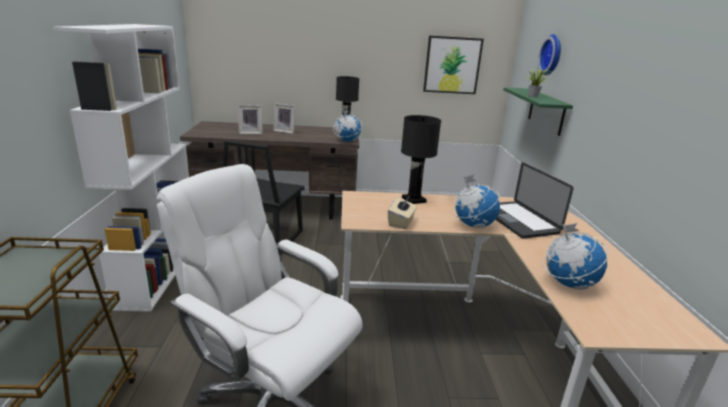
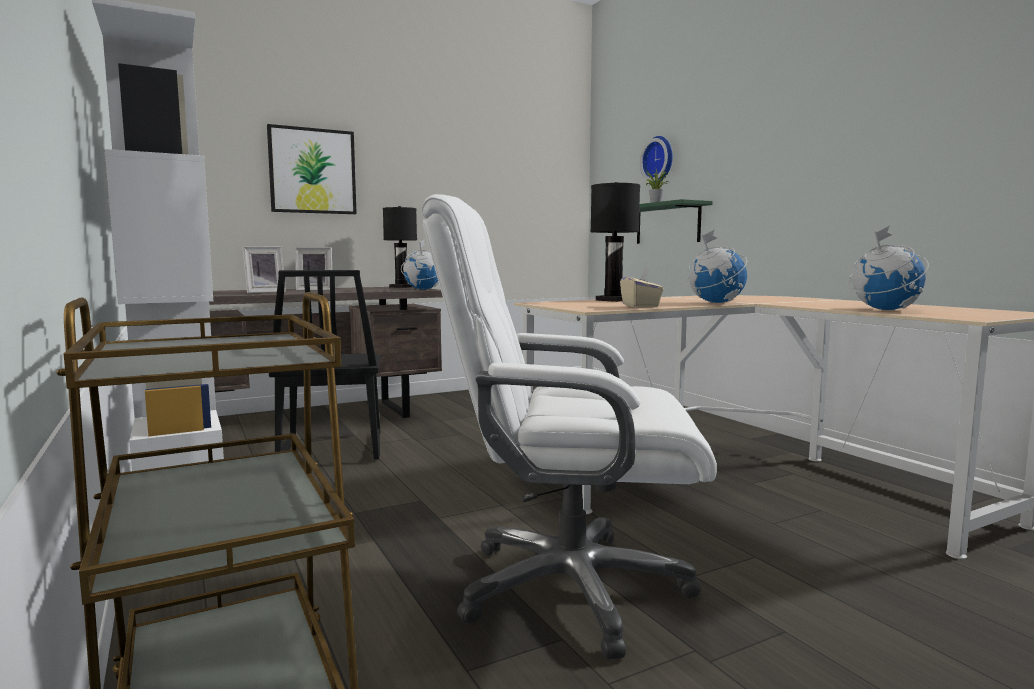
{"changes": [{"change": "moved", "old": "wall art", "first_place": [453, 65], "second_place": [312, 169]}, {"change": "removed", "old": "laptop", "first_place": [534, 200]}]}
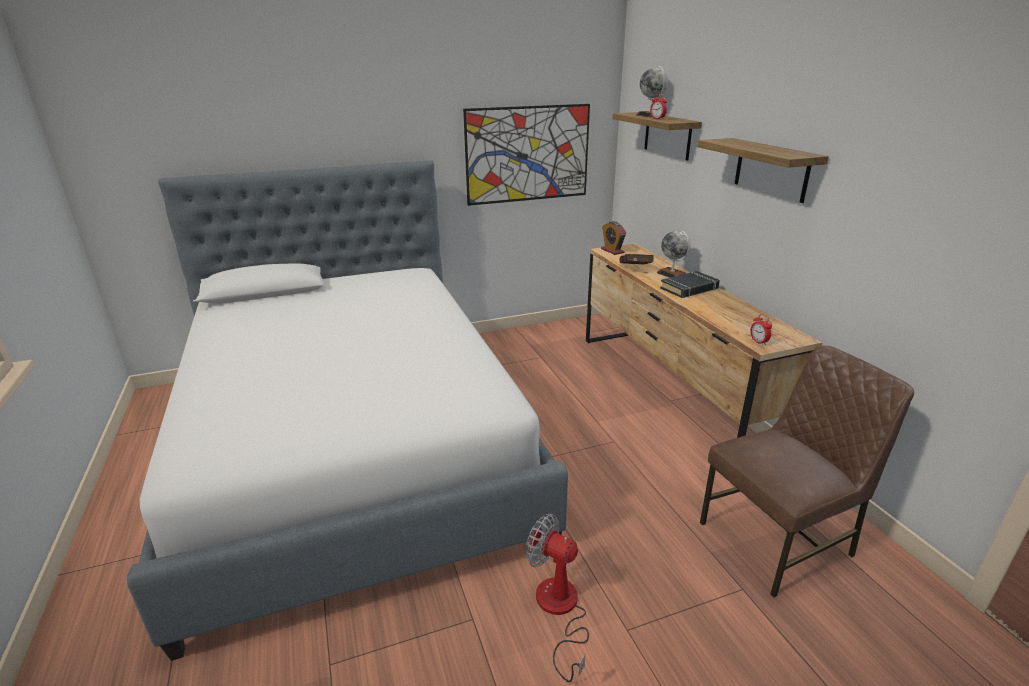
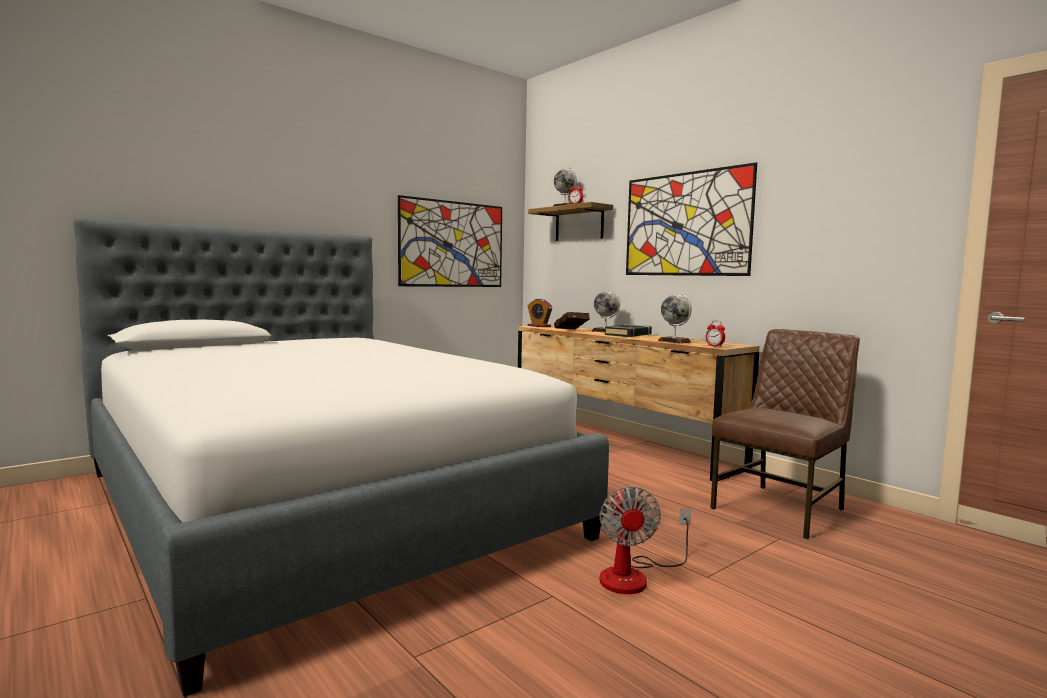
{"changes": [{"change": "replaced", "old": "wall shelf", "new": "wall art", "first_place": [763, 170], "second_place": [691, 219]}, {"change": "turned", "old": "cooling fan", "first_place": [557, 598], "second_place": [645, 540], "degrees": -105}, {"change": "added", "new": "globe", "second_place": [675, 318]}]}
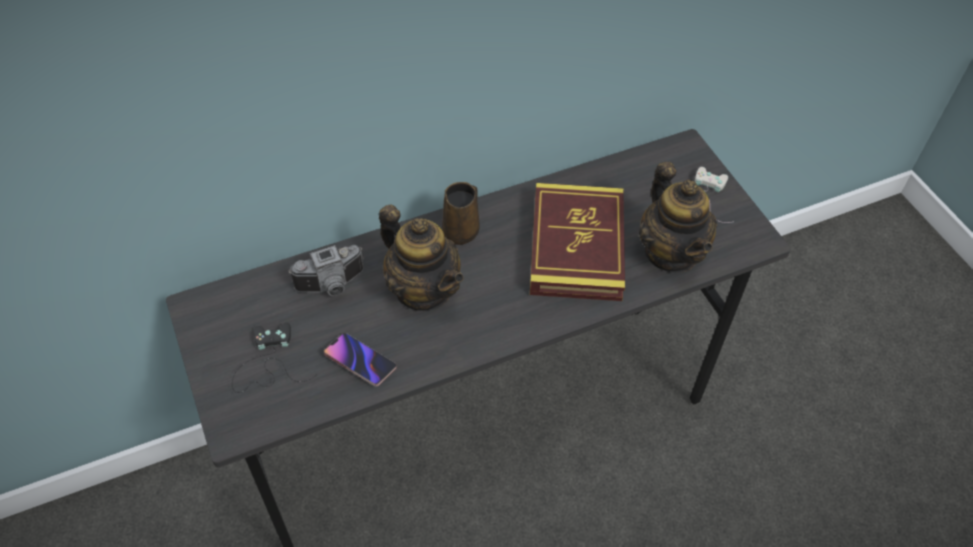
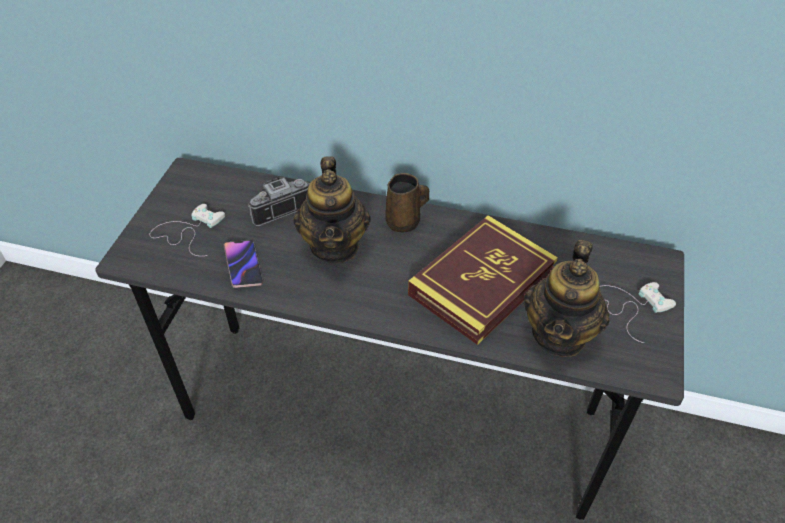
{"changes": [{"change": "turned", "old": "still camera", "first_place": [326, 270], "second_place": [279, 201], "degrees": 135}, {"change": "recoloured", "old": "black gamepad", "new": "white gamepad", "first_place": [274, 358], "second_place": [187, 230]}]}
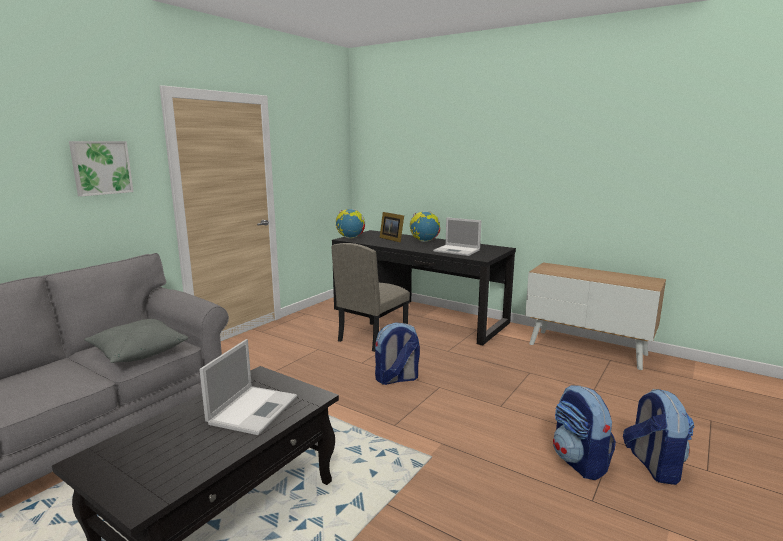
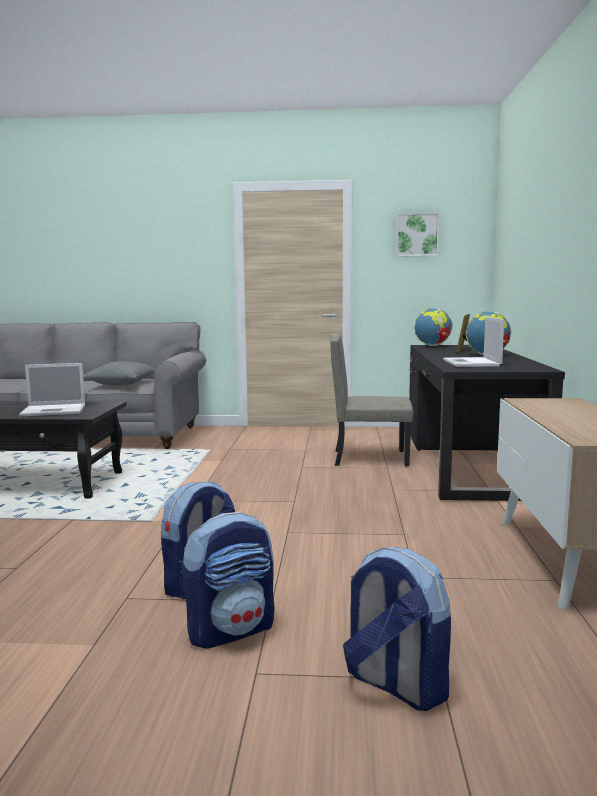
{"changes": [{"change": "moved", "old": "wall art", "first_place": [101, 168], "second_place": [417, 235]}, {"change": "moved", "old": "backpack", "first_place": [397, 353], "second_place": [397, 629]}]}
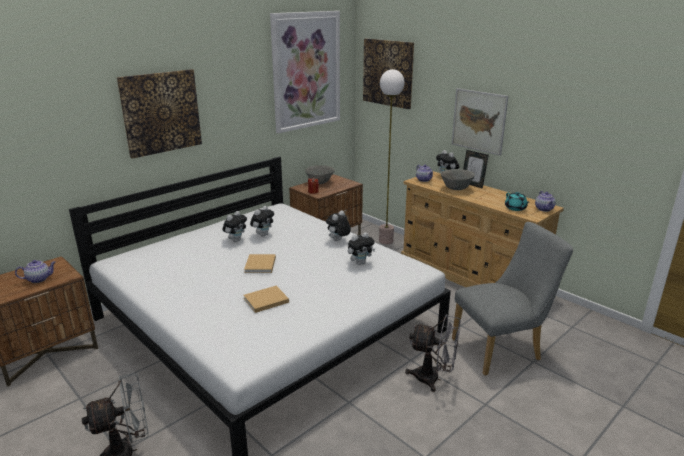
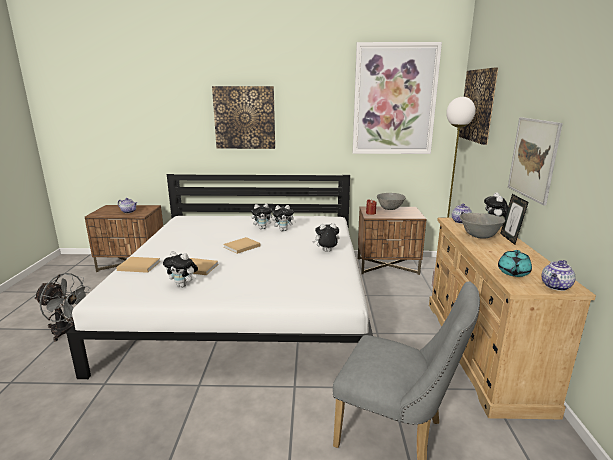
{"changes": [{"change": "moved", "old": "cuddly toy", "first_place": [361, 248], "second_place": [180, 269]}, {"change": "removed", "old": "grey cooling fan", "first_place": [433, 353]}, {"change": "added", "new": "beige bound book", "second_place": [138, 265]}]}
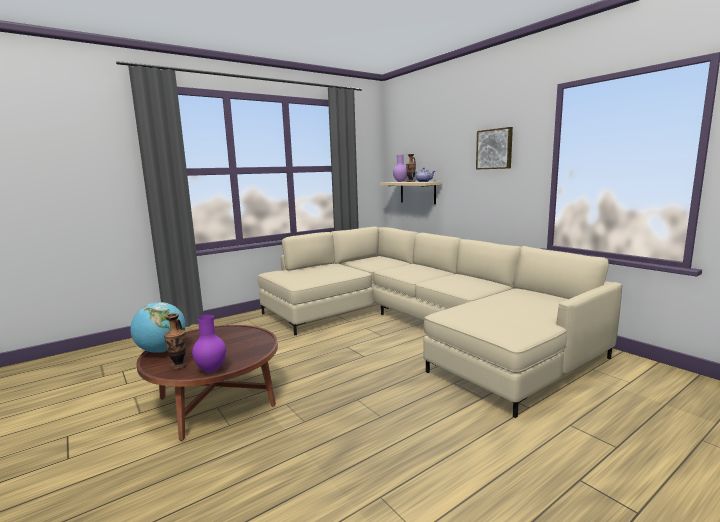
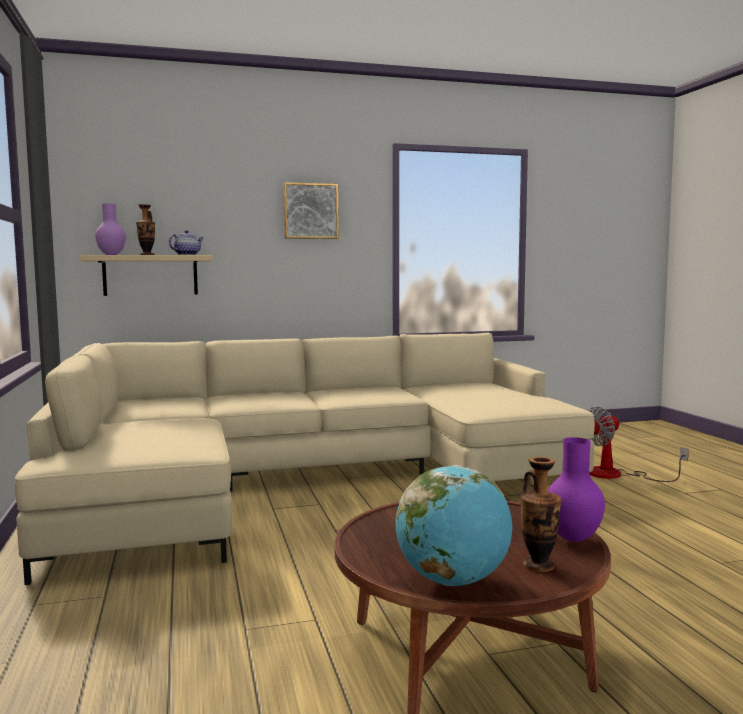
{"changes": [{"change": "added", "new": "cooling fan", "second_place": [638, 444]}]}
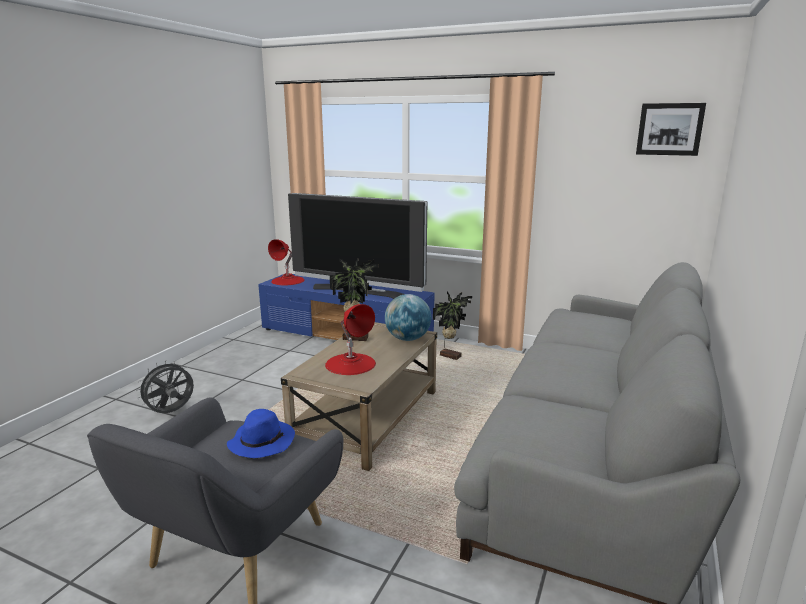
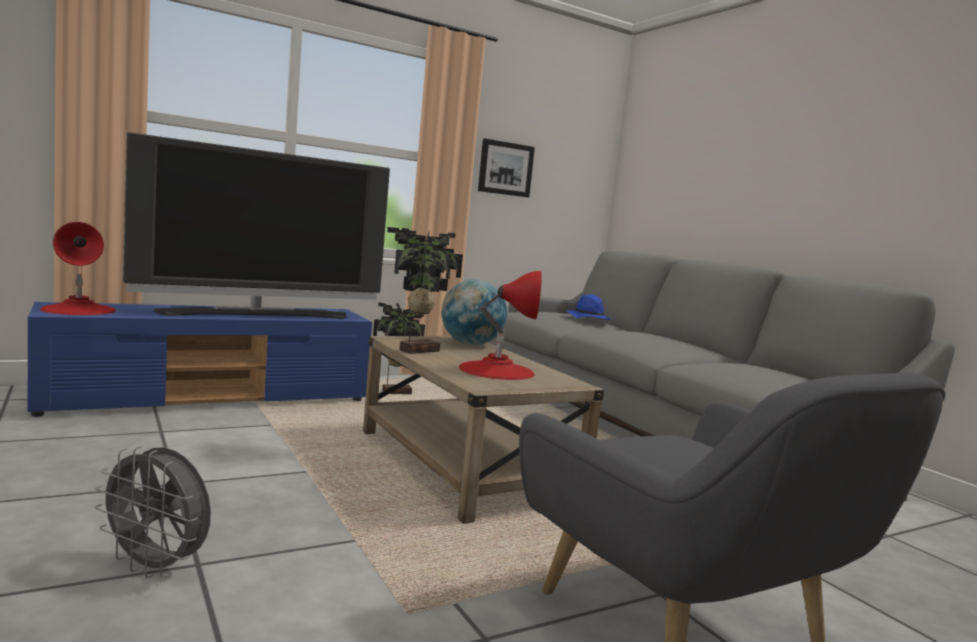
{"changes": [{"change": "moved", "old": "wall art", "first_place": [671, 129], "second_place": [506, 167]}, {"change": "turned", "old": "grey cooling fan", "first_place": [165, 386], "second_place": [153, 512], "degrees": -60}, {"change": "moved", "old": "blue hat", "first_place": [261, 433], "second_place": [590, 307]}]}
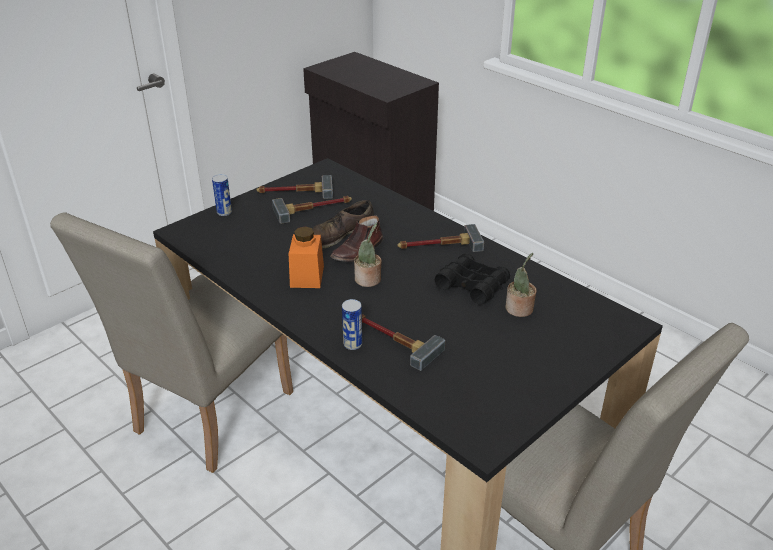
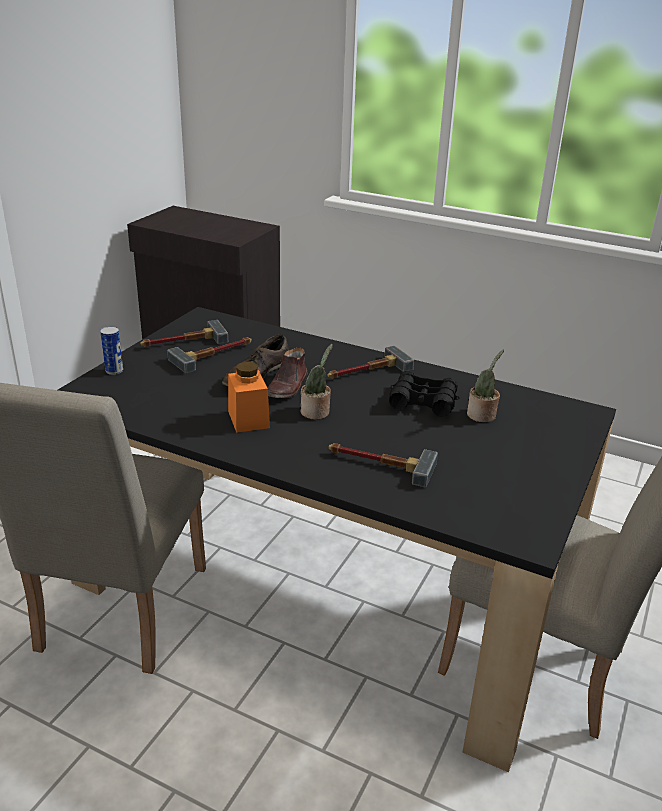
{"changes": [{"change": "removed", "old": "sealed can", "first_place": [352, 324]}]}
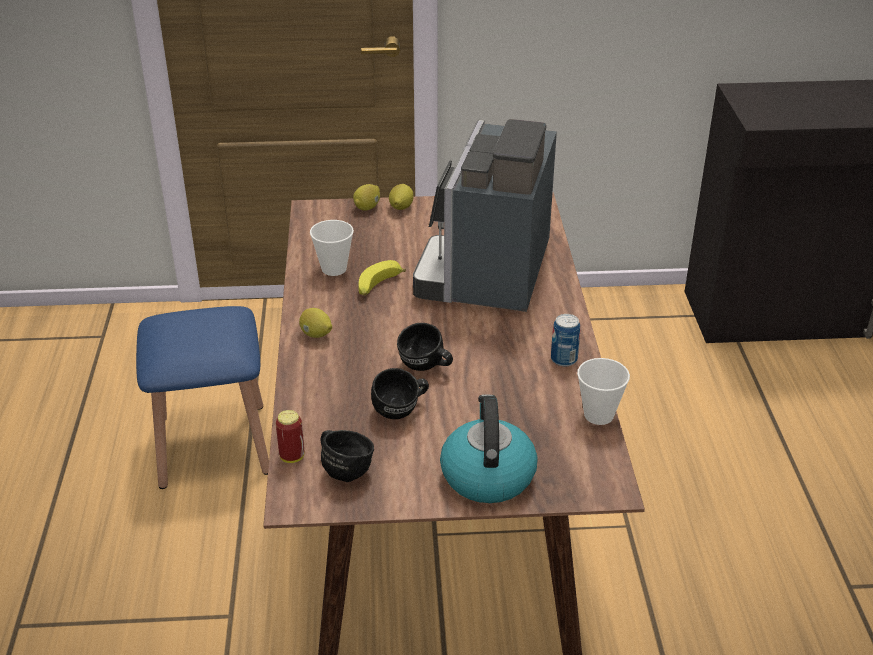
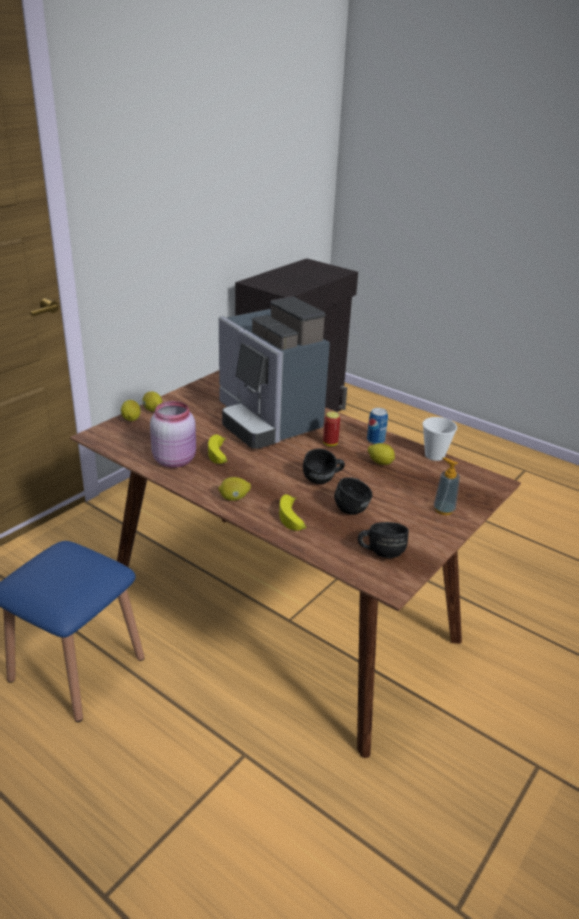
{"changes": [{"change": "replaced", "old": "small cup", "new": "pink-coloured preserve jar", "first_place": [332, 248], "second_place": [173, 434]}, {"change": "replaced", "old": "kettle", "new": "liquid soap bottle", "first_place": [489, 448], "second_place": [447, 486]}, {"change": "moved", "old": "sealed can", "first_place": [290, 436], "second_place": [331, 429]}, {"change": "added", "new": "citrus fruit", "second_place": [381, 454]}, {"change": "added", "new": "banana fruit", "second_place": [292, 513]}]}
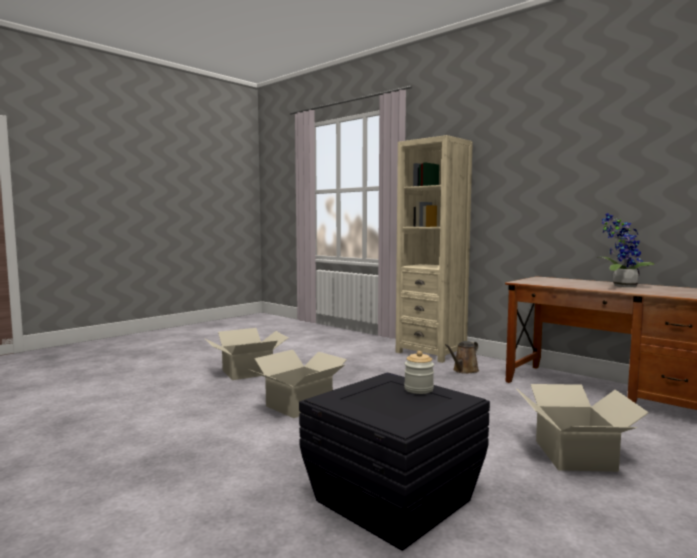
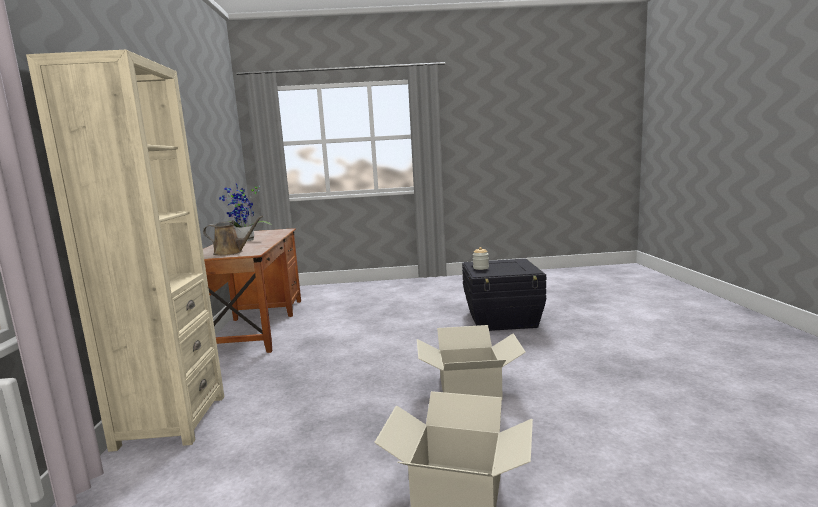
{"changes": [{"change": "moved", "old": "brown-coloured sprinkling can", "first_place": [462, 357], "second_place": [233, 236]}, {"change": "removed", "old": "cardboard box", "first_place": [582, 428]}]}
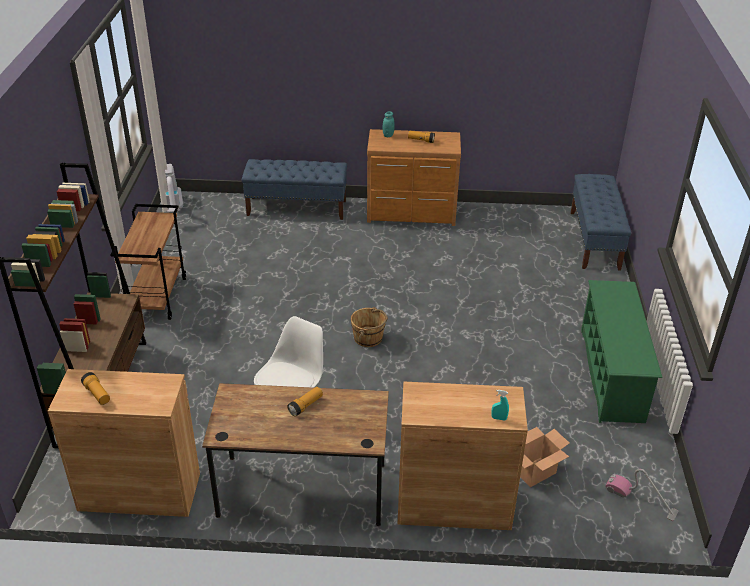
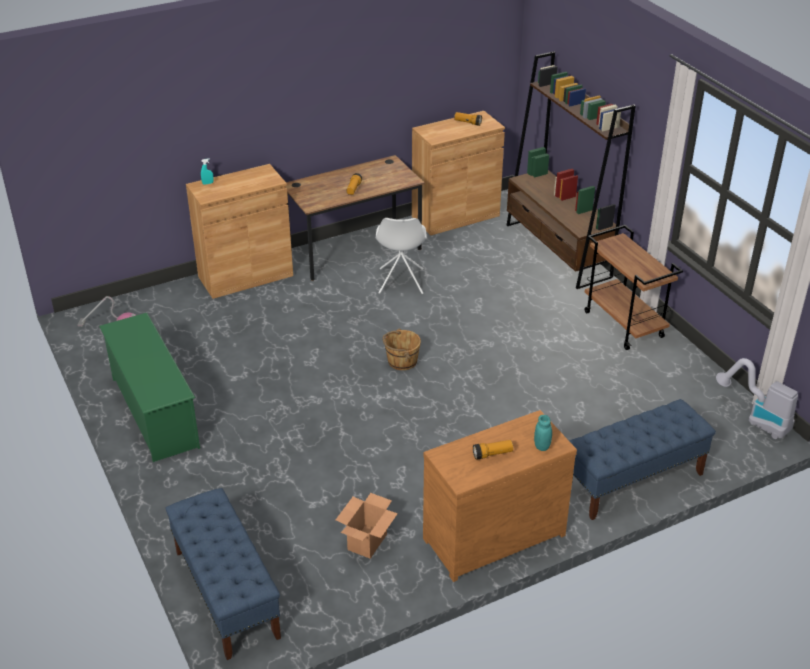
{"changes": [{"change": "moved", "old": "cardboard box", "first_place": [544, 457], "second_place": [367, 526]}]}
